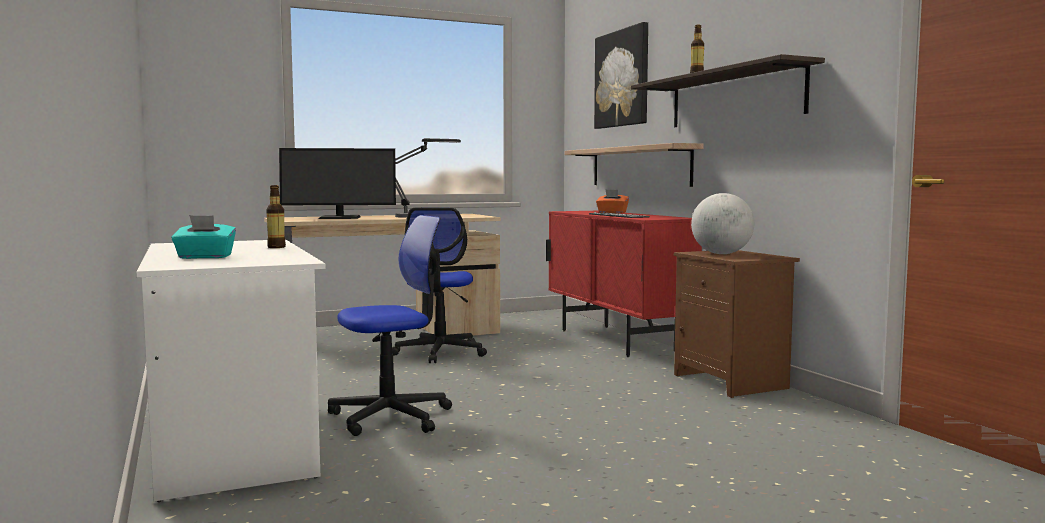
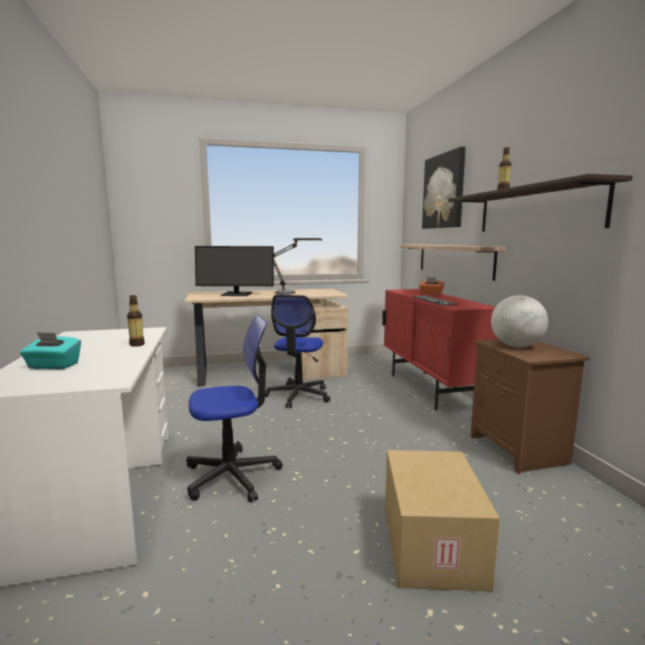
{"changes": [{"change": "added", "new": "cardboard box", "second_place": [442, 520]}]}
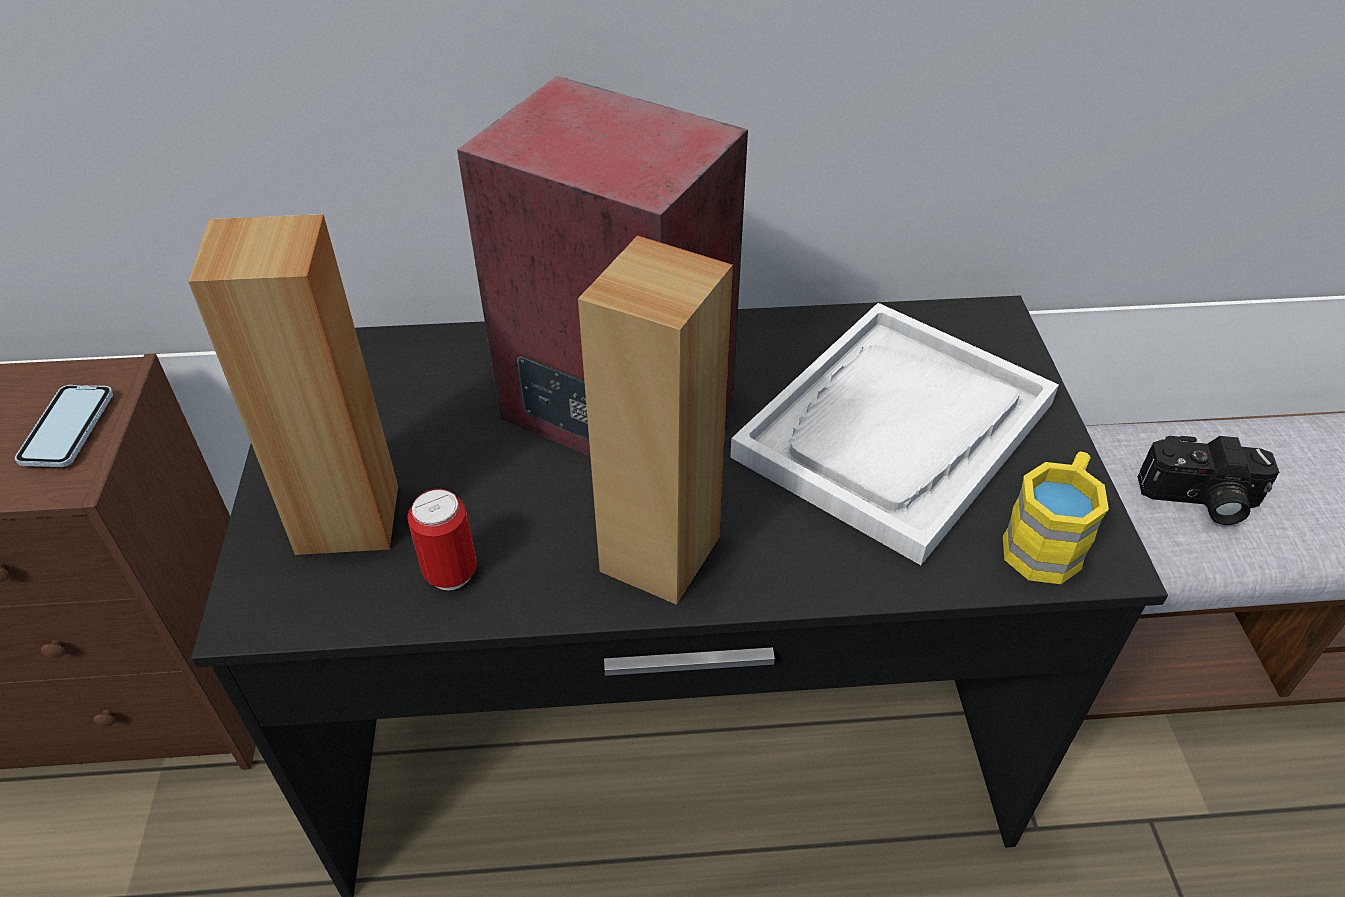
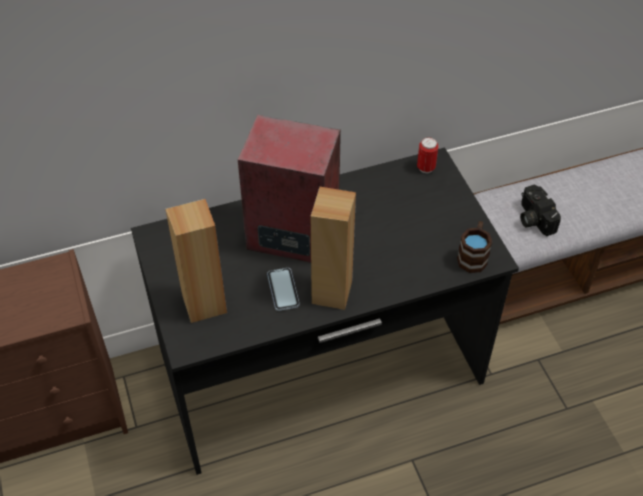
{"changes": [{"change": "removed", "old": "white serving tray", "first_place": [894, 434]}, {"change": "moved", "old": "telephone", "first_place": [64, 426], "second_place": [283, 289]}, {"change": "turned", "old": "still camera", "first_place": [1208, 480], "second_place": [540, 210], "degrees": 75}, {"change": "recoloured", "old": "yellow coffee mug", "new": "brown-coloured coffee mug", "first_place": [1056, 517], "second_place": [474, 247]}, {"change": "moved", "old": "sealed can", "first_place": [442, 539], "second_place": [428, 155]}]}
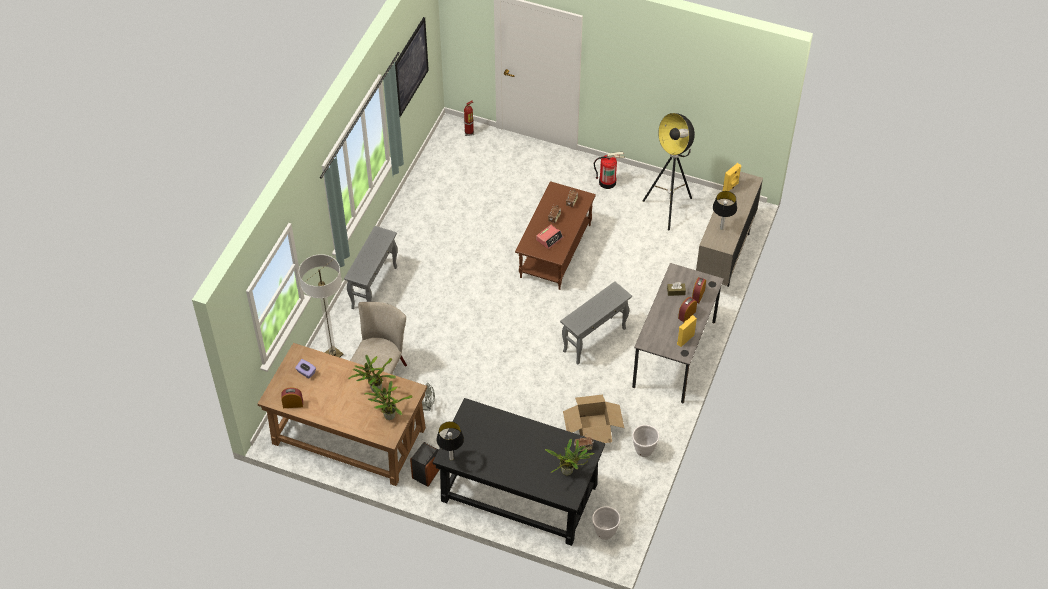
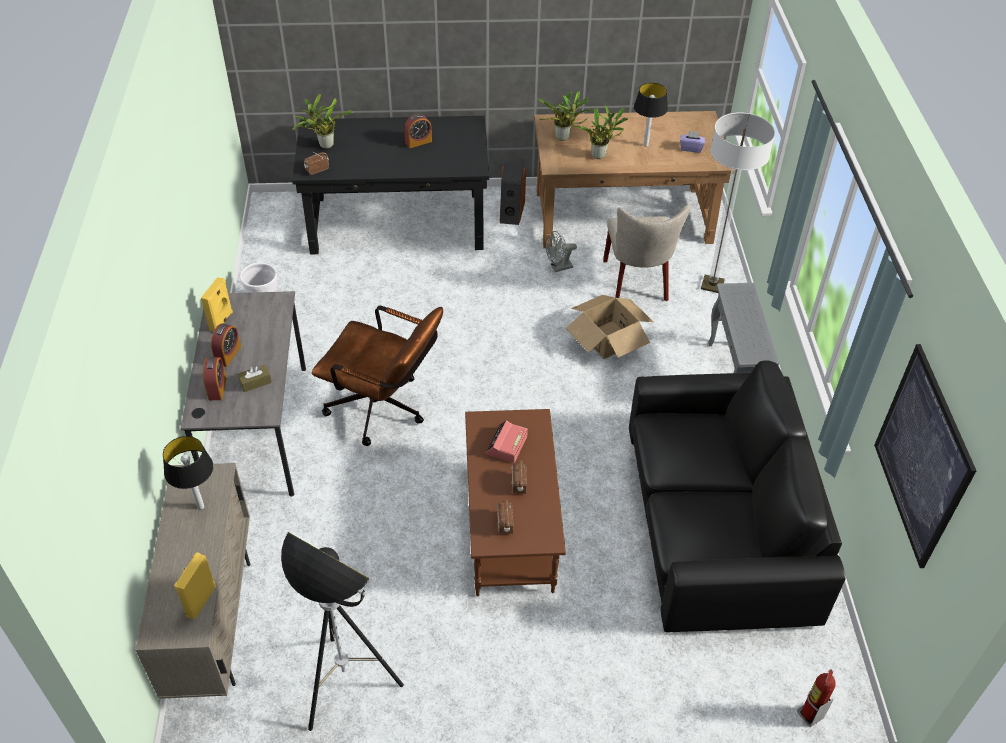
{"changes": [{"change": "removed", "old": "fire-fighting cylinder", "first_place": [609, 170]}, {"change": "replaced", "old": "grey end table", "new": "brown-coloured desk chair", "first_place": [596, 322], "second_place": [377, 376]}, {"change": "moved", "old": "table clock", "first_place": [292, 398], "second_place": [418, 131]}, {"change": "moved", "old": "cardboard box", "first_place": [593, 419], "second_place": [609, 327]}, {"change": "moved", "old": "lamp for a table", "first_place": [450, 440], "second_place": [651, 115]}, {"change": "removed", "old": "white flower pot", "first_place": [606, 523]}, {"change": "added", "new": "black couch", "second_place": [737, 496]}]}
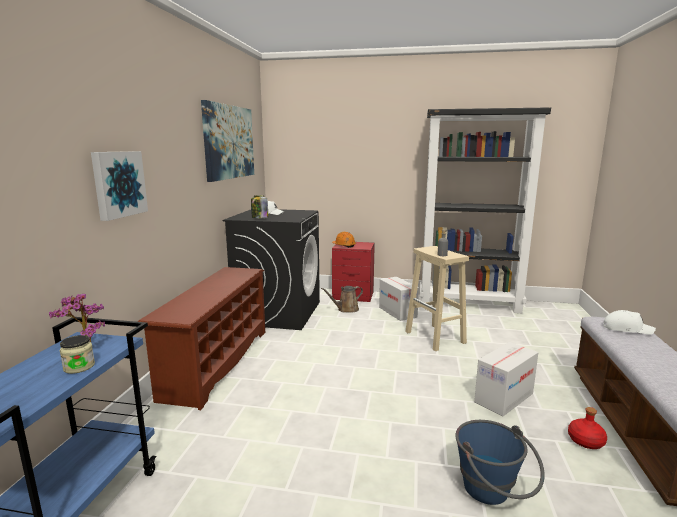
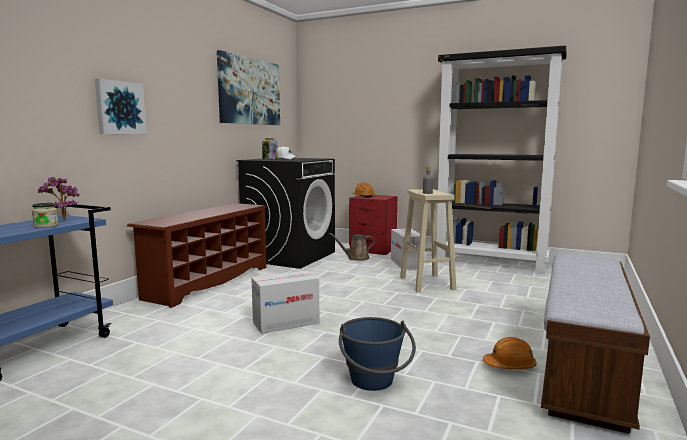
{"changes": [{"change": "removed", "old": "white baseball cap", "first_place": [629, 322]}, {"change": "moved", "old": "cardboard box", "first_place": [506, 379], "second_place": [285, 302]}, {"change": "replaced", "old": "red bottle", "new": "orange safety helmet", "first_place": [587, 428], "second_place": [510, 353]}]}
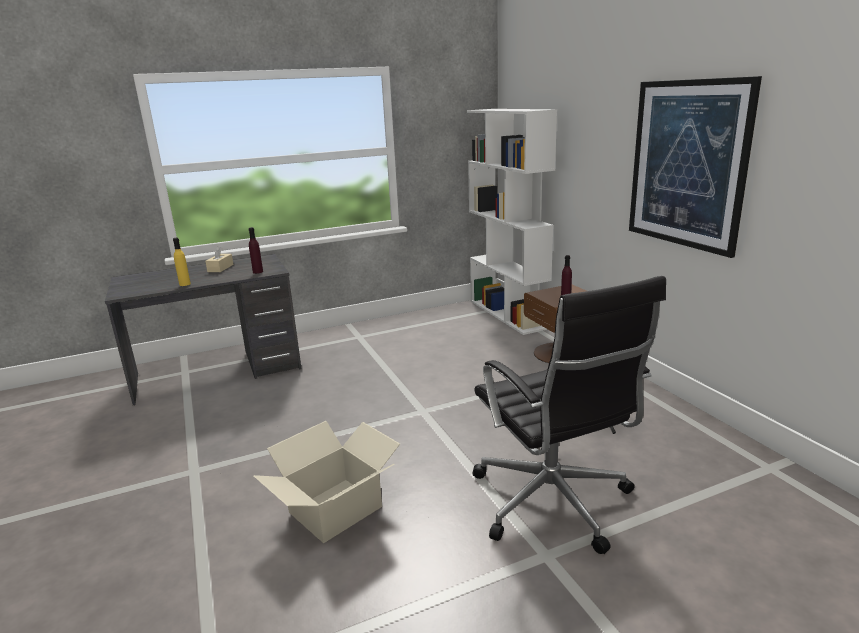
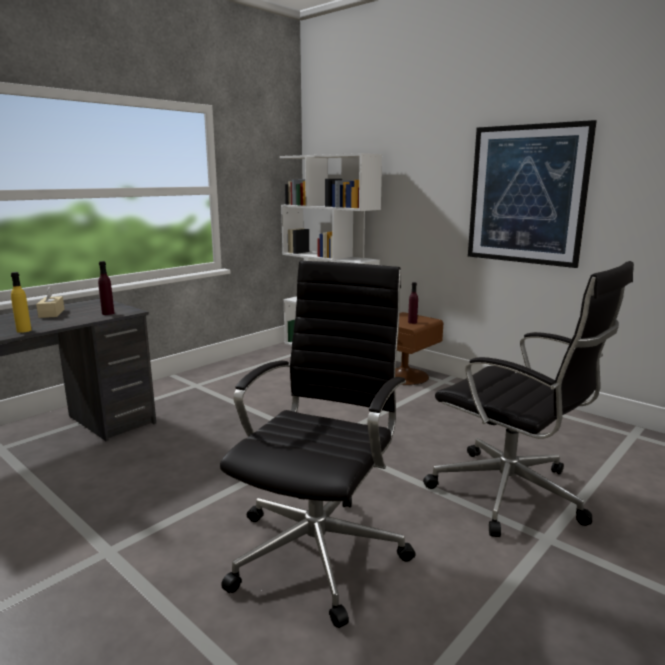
{"changes": [{"change": "replaced", "old": "cardboard box", "new": "black desk chair", "first_place": [327, 482], "second_place": [318, 444]}]}
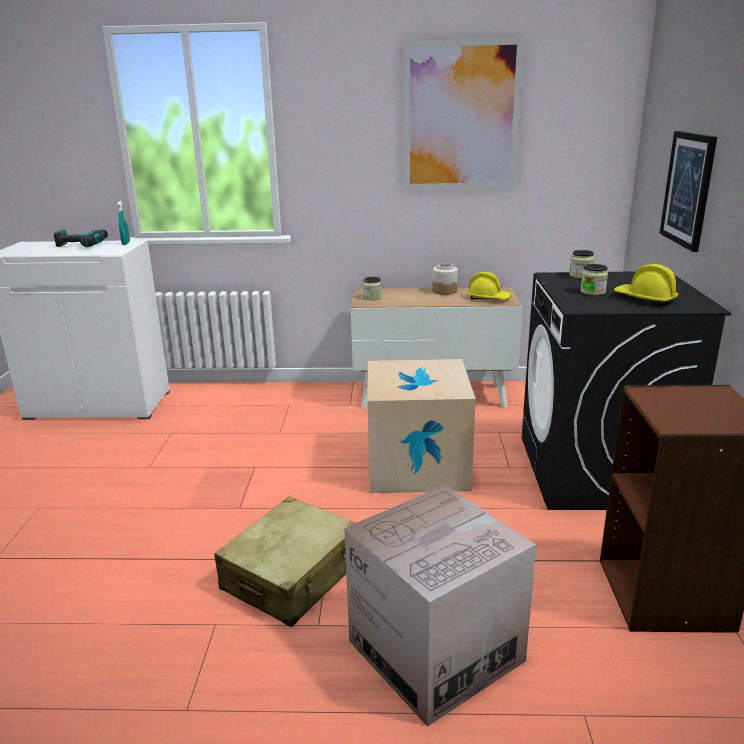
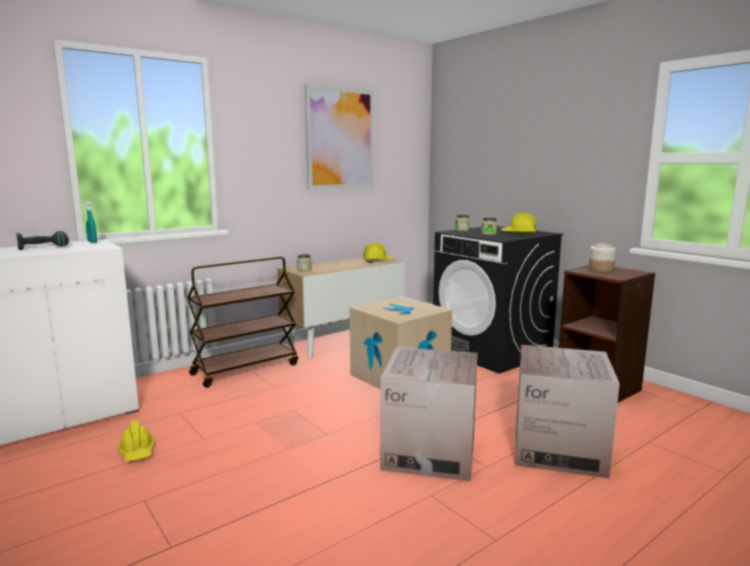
{"changes": [{"change": "removed", "old": "wall art", "first_place": [688, 191]}, {"change": "moved", "old": "preserve jar", "first_place": [445, 279], "second_place": [602, 257]}, {"change": "replaced", "old": "beige travel case", "new": "cardboard box", "first_place": [284, 561], "second_place": [429, 414]}, {"change": "added", "new": "brown-coloured wheeled cart", "second_place": [242, 322]}, {"change": "added", "new": "yellow safety helmet", "second_place": [136, 440]}]}
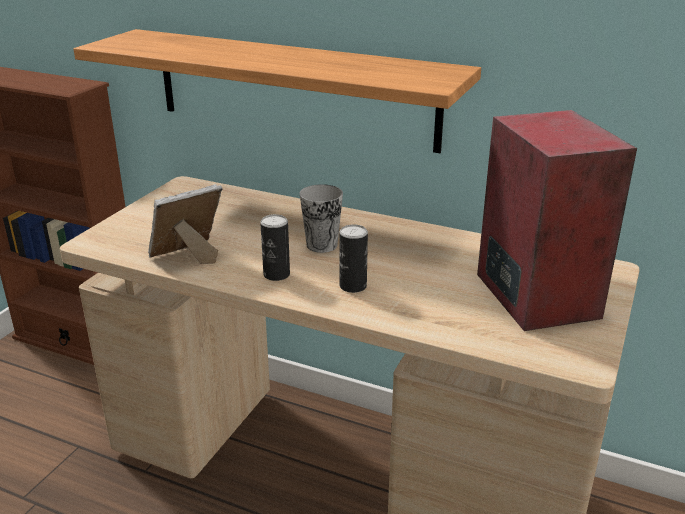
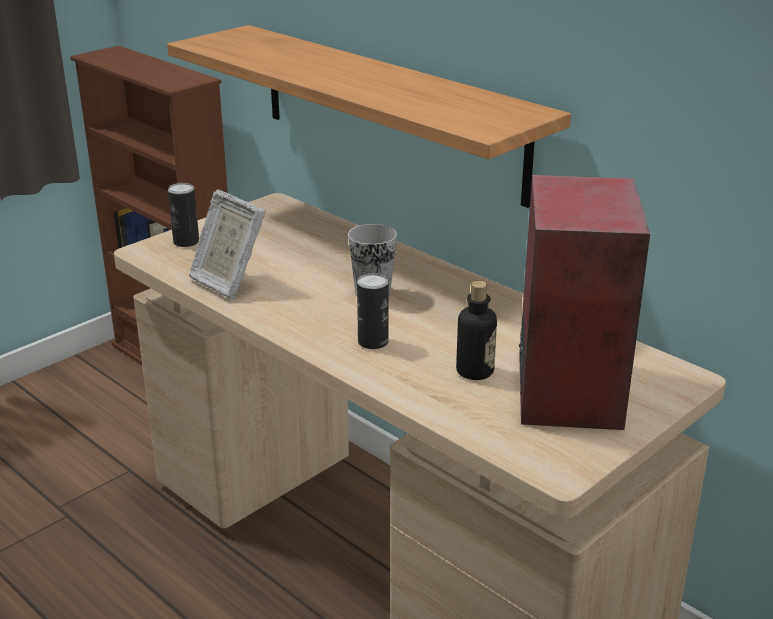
{"changes": [{"change": "turned", "old": "picture frame", "first_place": [185, 224], "second_place": [227, 245], "degrees": -120}, {"change": "moved", "old": "sealed can", "first_place": [275, 247], "second_place": [183, 215]}, {"change": "added", "new": "bottle", "second_place": [476, 330]}]}
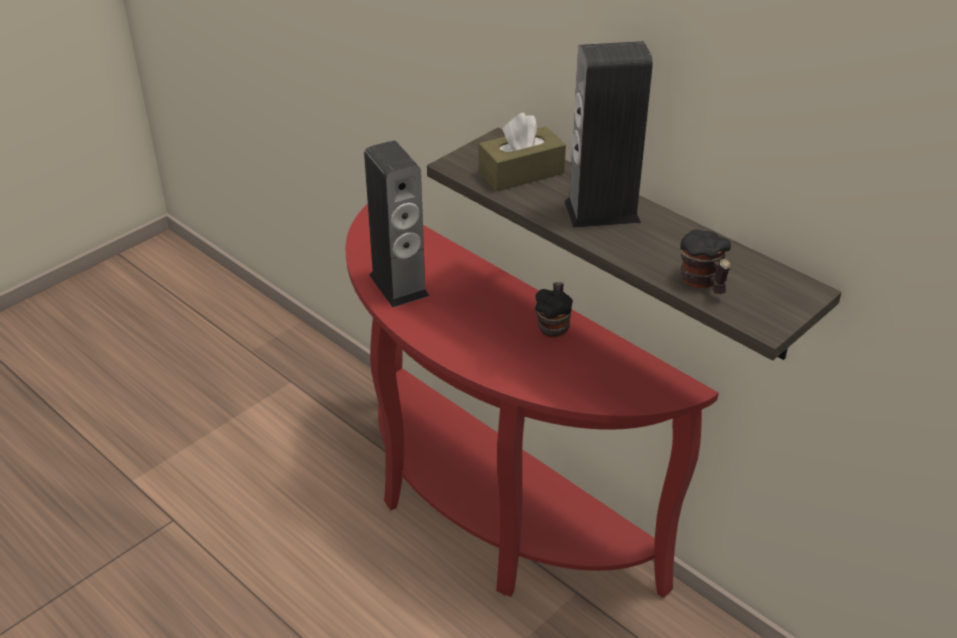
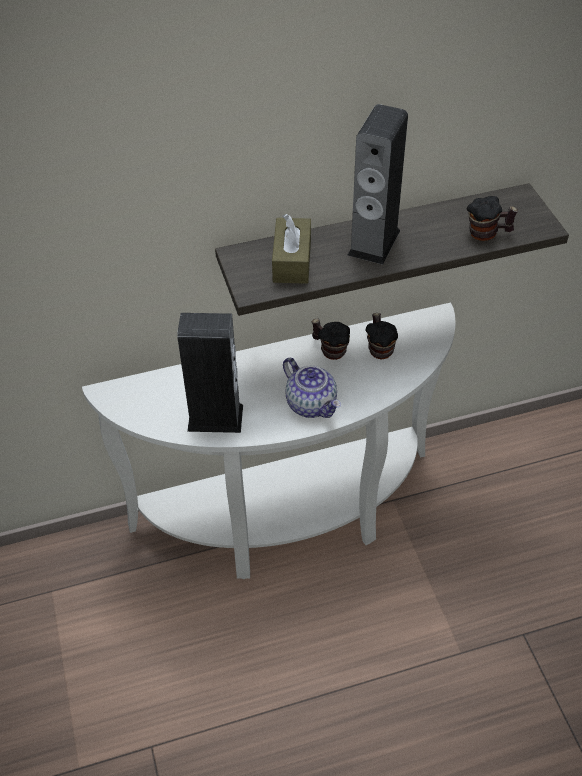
{"changes": [{"change": "recoloured", "old": "red hall table", "new": "white hall table", "first_place": [532, 401], "second_place": [268, 441]}, {"change": "added", "new": "coffee mug", "second_place": [381, 336]}, {"change": "added", "new": "pot for tea", "second_place": [312, 388]}]}
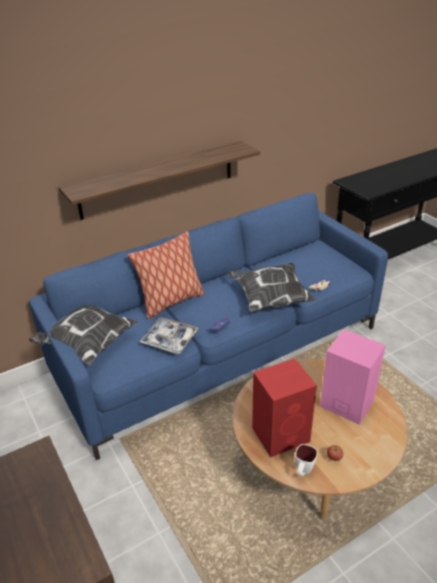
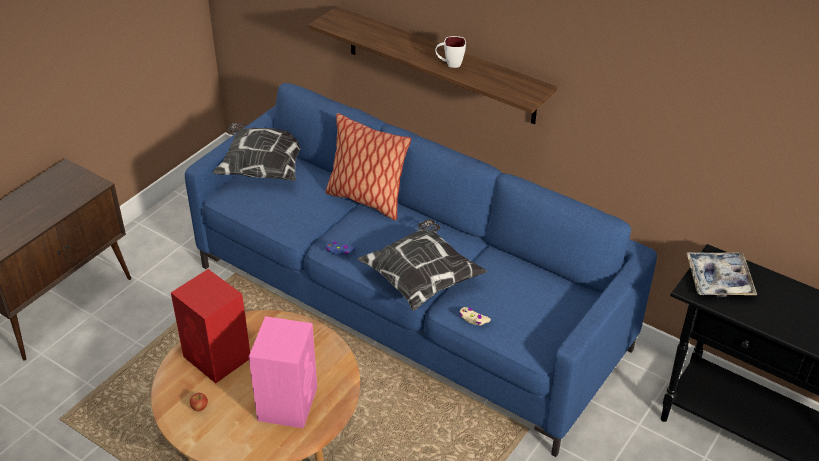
{"changes": [{"change": "moved", "old": "serving tray", "first_place": [169, 335], "second_place": [721, 274]}, {"change": "moved", "old": "white coffee mug", "first_place": [306, 460], "second_place": [450, 52]}]}
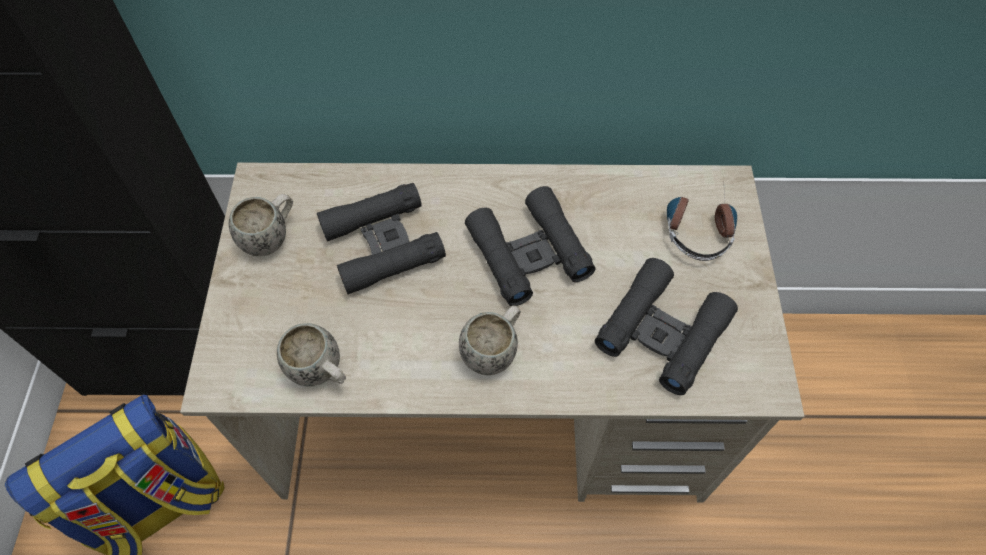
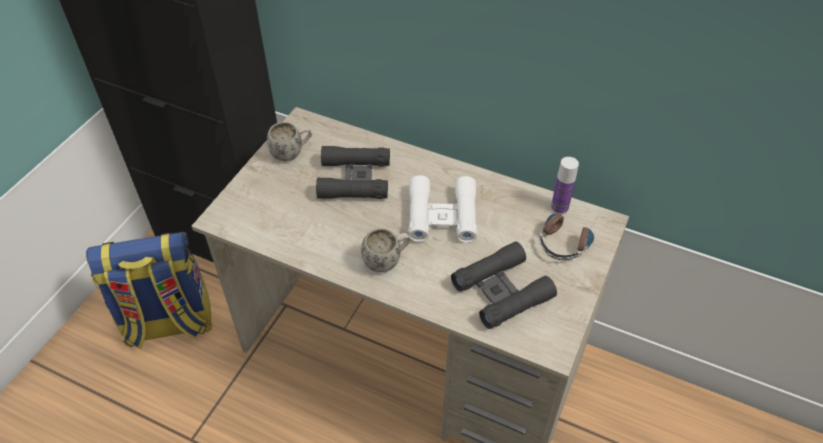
{"changes": [{"change": "recoloured", "old": "black pair of binoculars", "new": "white pair of binoculars", "first_place": [530, 246], "second_place": [442, 209]}, {"change": "removed", "old": "white coffee mug", "first_place": [311, 354]}, {"change": "added", "new": "bottle", "second_place": [565, 185]}]}
